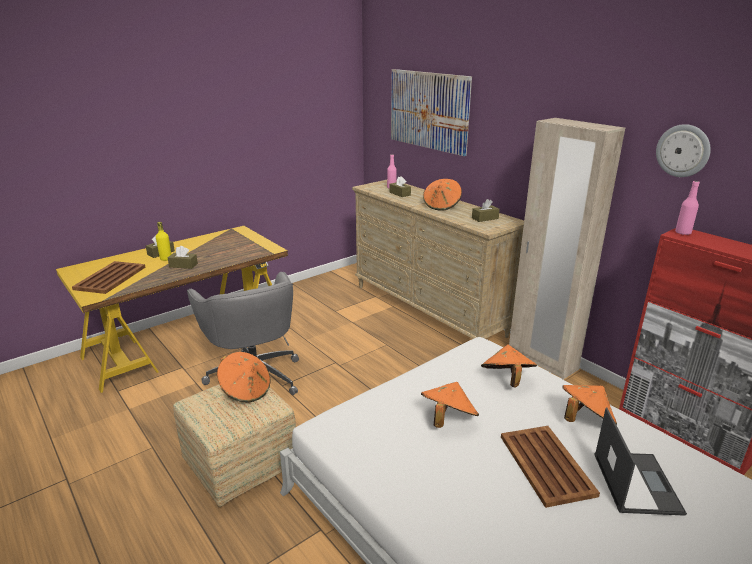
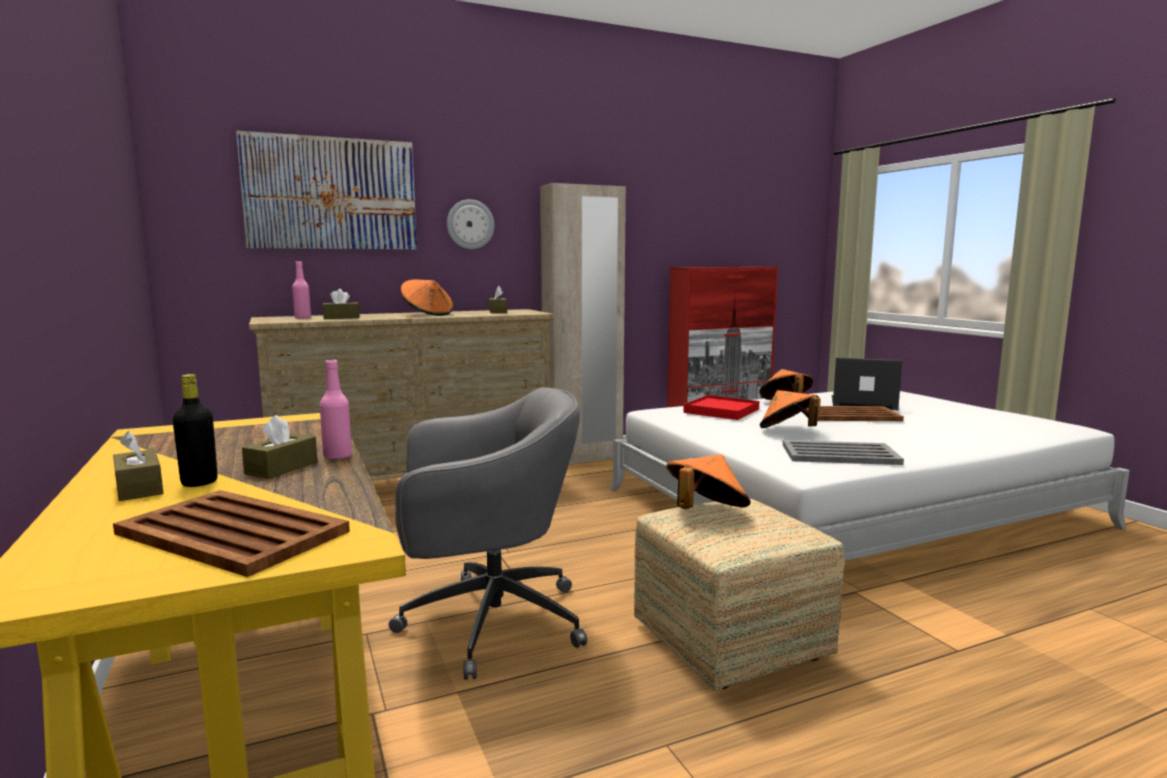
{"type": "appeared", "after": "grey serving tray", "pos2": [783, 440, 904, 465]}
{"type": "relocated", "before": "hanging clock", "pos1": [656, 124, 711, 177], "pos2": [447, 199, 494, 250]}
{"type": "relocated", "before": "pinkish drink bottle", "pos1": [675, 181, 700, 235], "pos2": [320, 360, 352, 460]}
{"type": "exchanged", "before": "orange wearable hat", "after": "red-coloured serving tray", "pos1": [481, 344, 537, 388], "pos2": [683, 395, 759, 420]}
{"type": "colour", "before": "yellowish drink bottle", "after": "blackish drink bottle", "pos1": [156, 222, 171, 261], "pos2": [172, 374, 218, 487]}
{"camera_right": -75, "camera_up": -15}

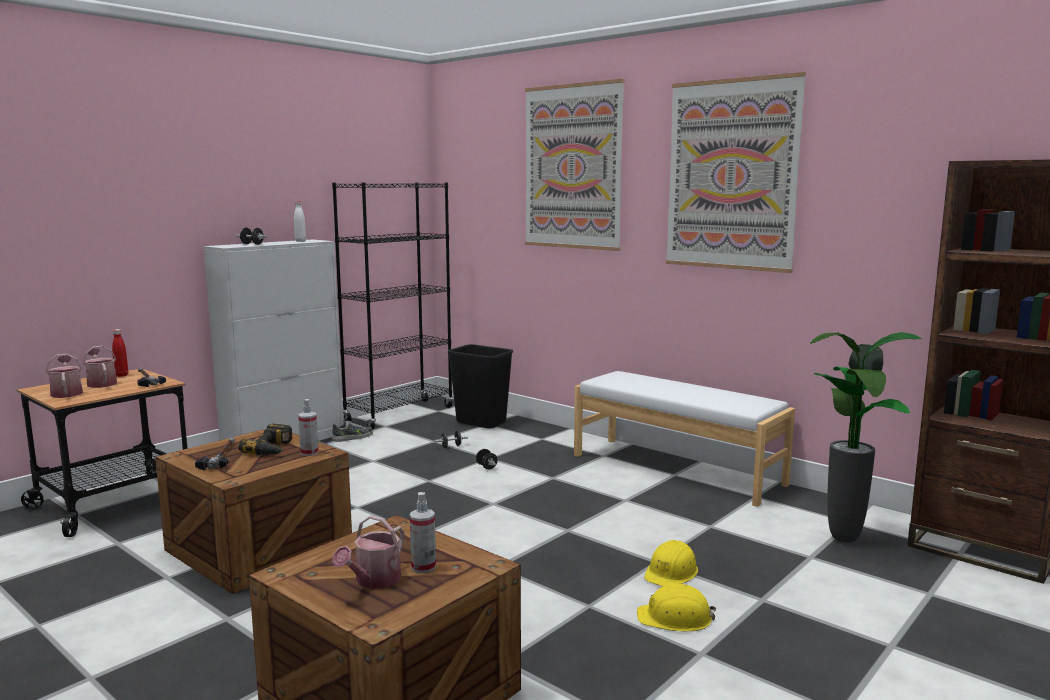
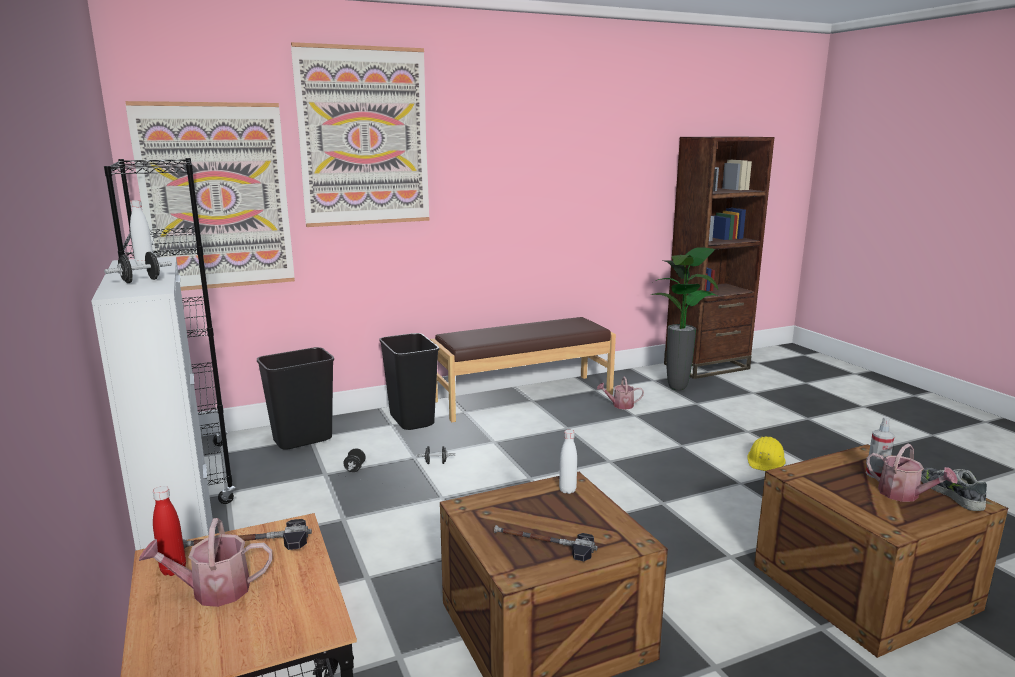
{"type": "missing", "before": "drill", "pos1": [239, 424, 293, 455]}
{"type": "missing", "before": "yellowish safety helmet", "pos1": [644, 540, 698, 587]}
{"type": "appeared", "after": "blackish rubbish bin", "pos2": [379, 333, 439, 430]}
{"type": "relocated", "before": "watering pot", "pos1": [46, 354, 83, 398], "pos2": [597, 377, 644, 410]}
{"type": "relocated", "before": "item of footwear", "pos1": [332, 421, 373, 442], "pos2": [921, 468, 987, 511]}
{"type": "relocated", "before": "wall art", "pos1": [666, 72, 806, 273], "pos2": [125, 101, 295, 291]}
{"type": "exchanged", "before": "hand sprayer", "after": "white-coloured drink bottle", "pos1": [298, 399, 319, 456], "pos2": [559, 430, 577, 494]}
{"type": "colour", "before": "white-coloured bench", "after": "brown bench", "pos1": [574, 371, 795, 507], "pos2": [430, 317, 616, 422]}
{"camera_right": -65, "camera_up": 5}

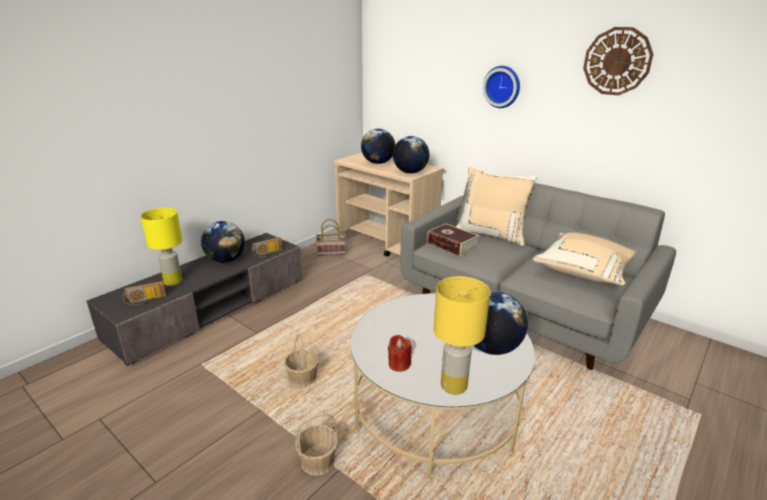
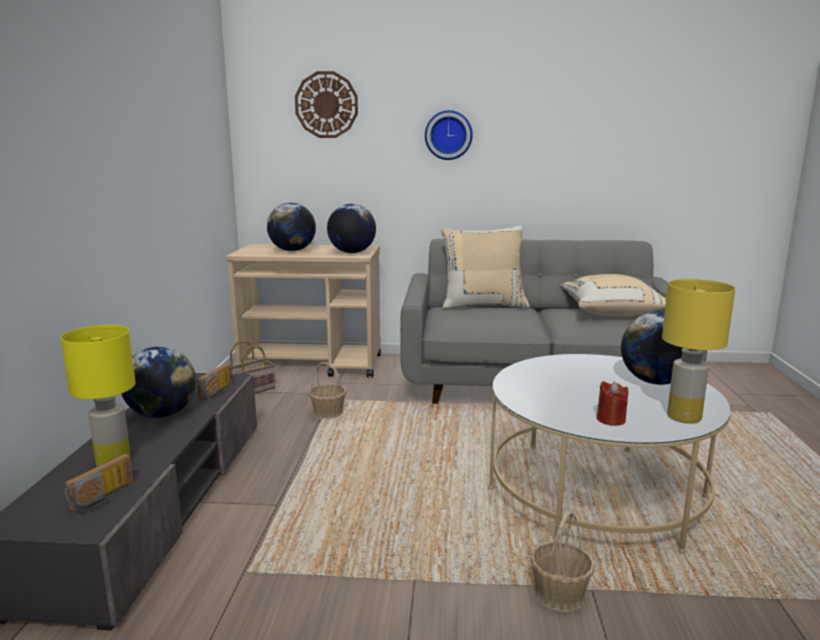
{"type": "missing", "before": "book", "pos1": [427, 223, 479, 256]}
{"type": "relocated", "before": "household basket", "pos1": [284, 334, 319, 387], "pos2": [309, 362, 346, 420]}
{"type": "relocated", "before": "hanging clock", "pos1": [583, 27, 653, 96], "pos2": [295, 71, 358, 138]}
{"camera_right": -35, "camera_up": -10}

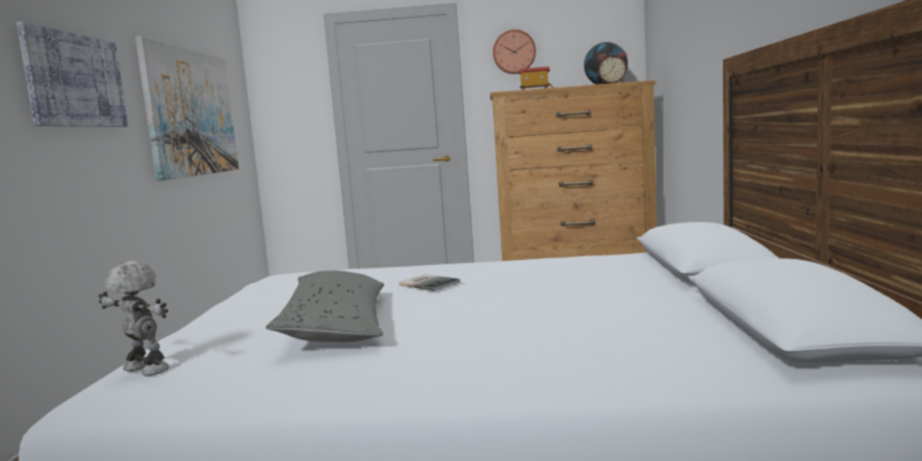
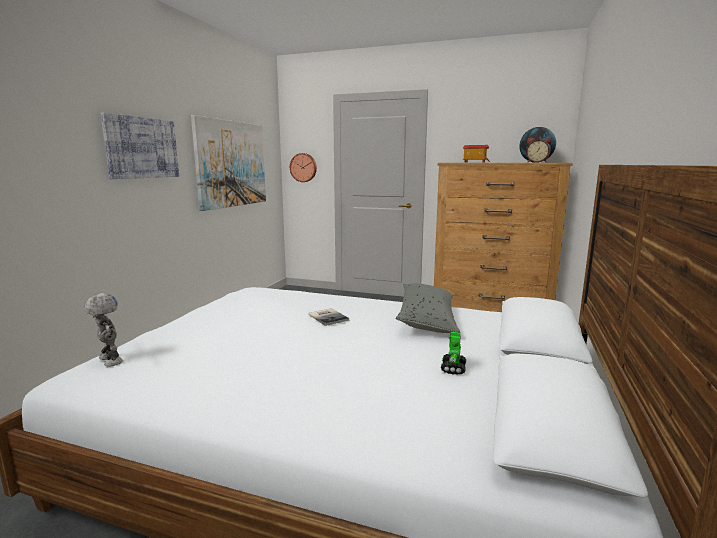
{"type": "appeared", "after": "model robot", "pos2": [441, 332, 466, 375]}
{"type": "relocated", "before": "grey pillow", "pos1": [266, 271, 384, 342], "pos2": [396, 283, 460, 333]}
{"type": "relocated", "before": "hanging clock", "pos1": [493, 29, 536, 74], "pos2": [290, 153, 317, 182]}
{"camera_right": 15, "camera_up": 5}

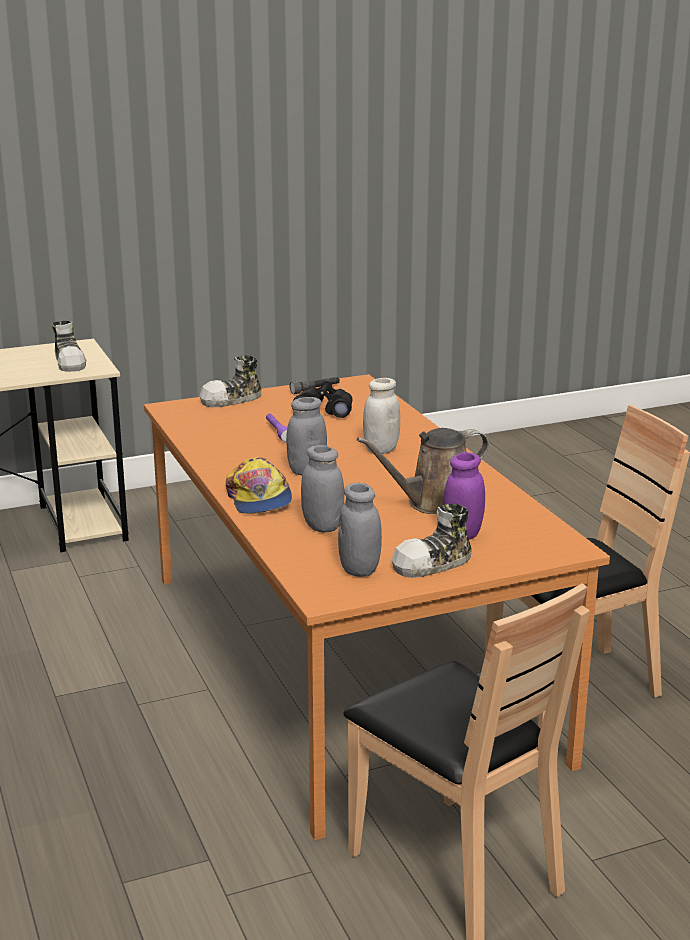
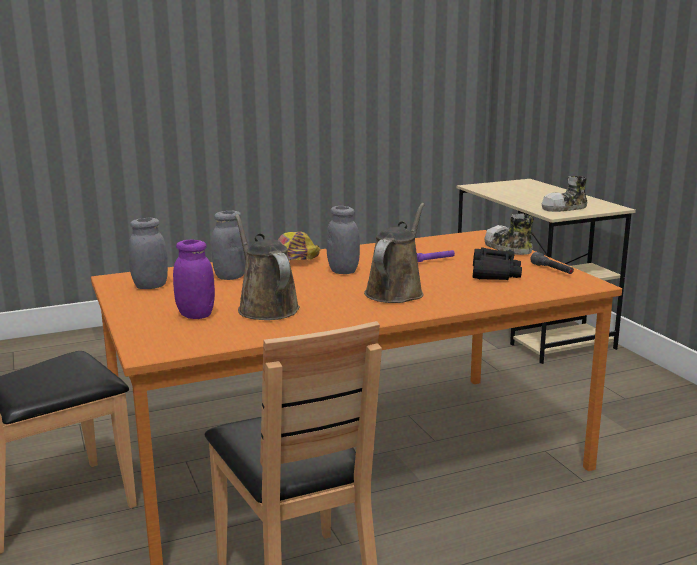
{"type": "missing", "before": "item of footwear", "pos1": [392, 504, 472, 578]}
{"type": "exchanged", "before": "white-coloured preserve jar", "after": "brown watering pot", "pos1": [363, 378, 400, 454], "pos2": [364, 203, 425, 303]}
{"camera_right": 90, "camera_up": -5}

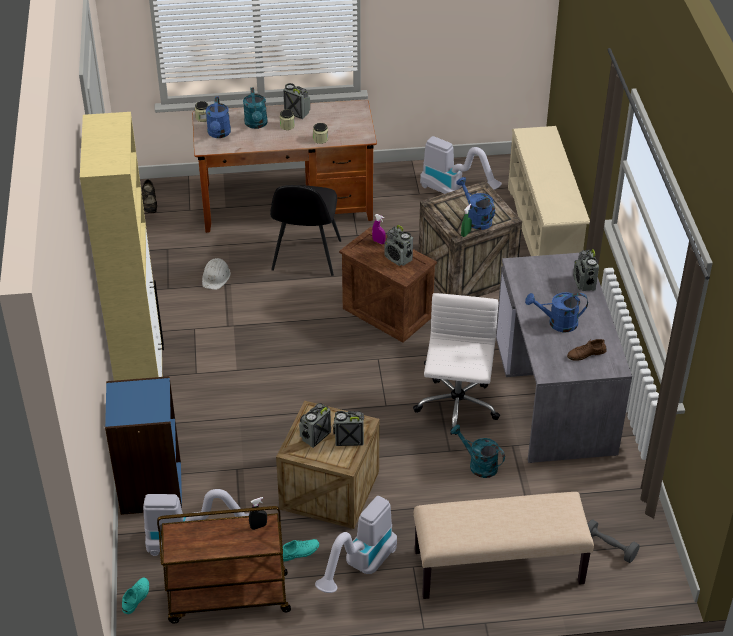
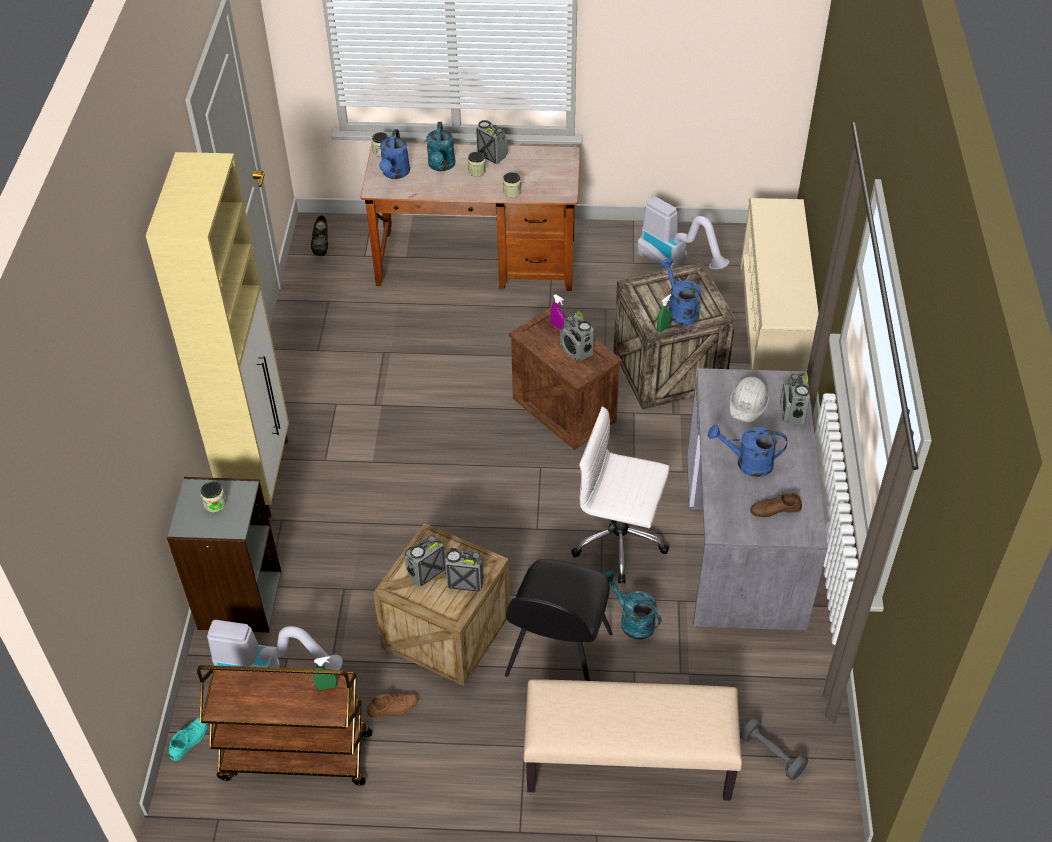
{"type": "missing", "before": "vacuum cleaner", "pos1": [315, 496, 397, 593]}
{"type": "appeared", "after": "preserve jar", "pos2": [201, 481, 226, 512]}
{"type": "relocated", "before": "white-coloured safety helmet", "pos1": [202, 258, 231, 290], "pos2": [730, 377, 769, 423]}
{"type": "relocated", "before": "blackish plain chair", "pos1": [270, 185, 341, 276], "pos2": [505, 559, 613, 681]}
{"type": "colour", "before": "bluish shelving unit", "after": "grey shelving unit", "pos1": [105, 376, 182, 515], "pos2": [167, 477, 281, 632]}
{"type": "colour", "before": "blackish hand sprayer", "after": "greenish hand sprayer", "pos1": [249, 497, 267, 530], "pos2": [313, 656, 338, 690]}
{"type": "colour", "before": "blue-green item of footwear", "after": "brown item of footwear", "pos1": [283, 539, 319, 561], "pos2": [367, 694, 418, 718]}
{"type": "spun", "before": "white-coloured desk chair", "pos1": [413, 293, 500, 435], "pos2": [571, 406, 670, 584], "turn": -90}
{"camera_right": 10, "camera_up": 5}

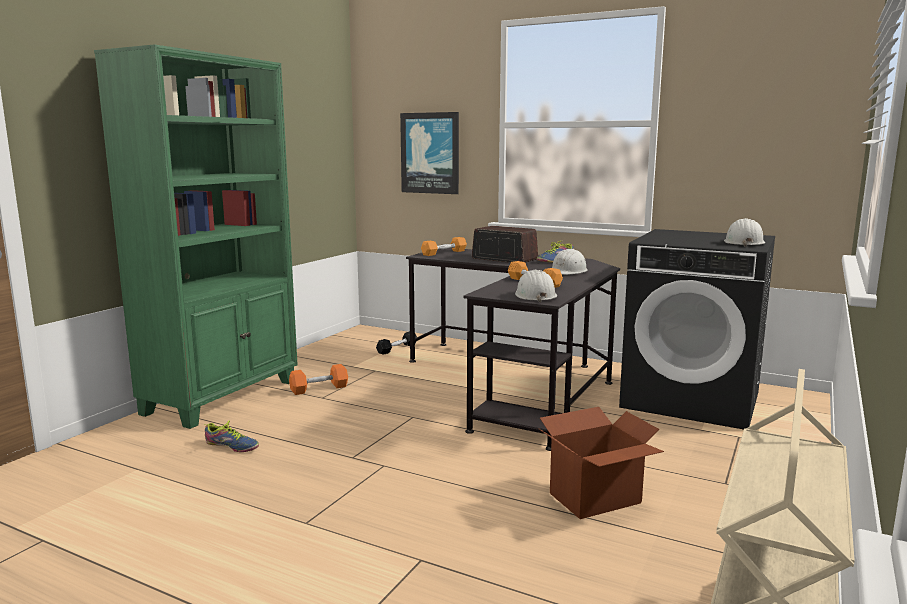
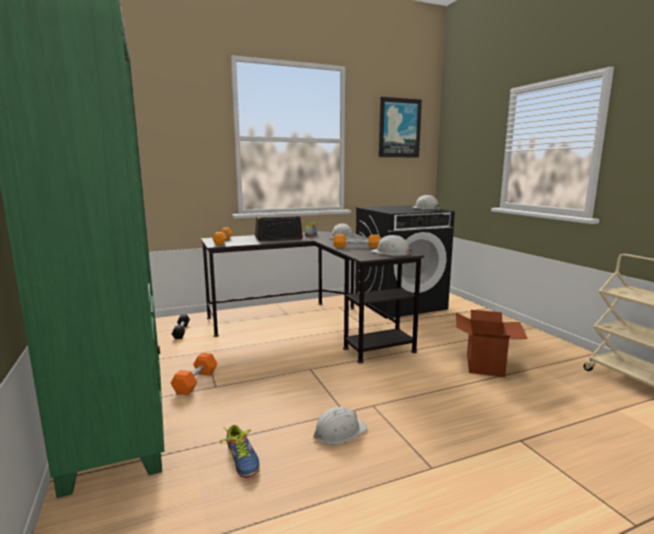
{"type": "appeared", "after": "white-coloured safety helmet", "pos2": [313, 407, 367, 445]}
{"type": "relocated", "before": "wall art", "pos1": [400, 112, 459, 194], "pos2": [379, 97, 422, 158]}
{"type": "spun", "before": "item of footwear", "pos1": [205, 420, 259, 452], "pos2": [220, 425, 260, 478], "turn": 90}
{"camera_right": -50, "camera_up": 0}

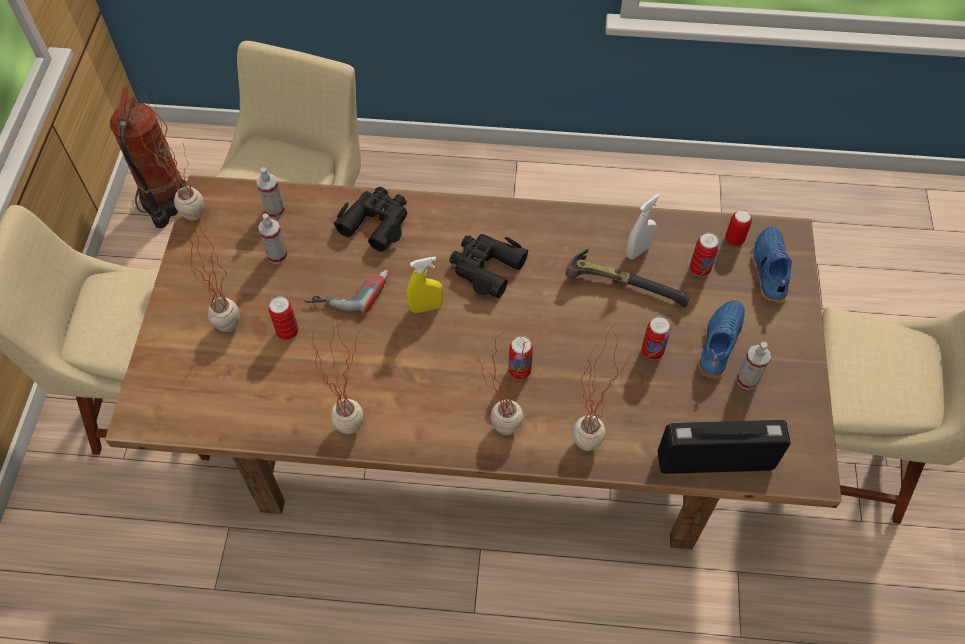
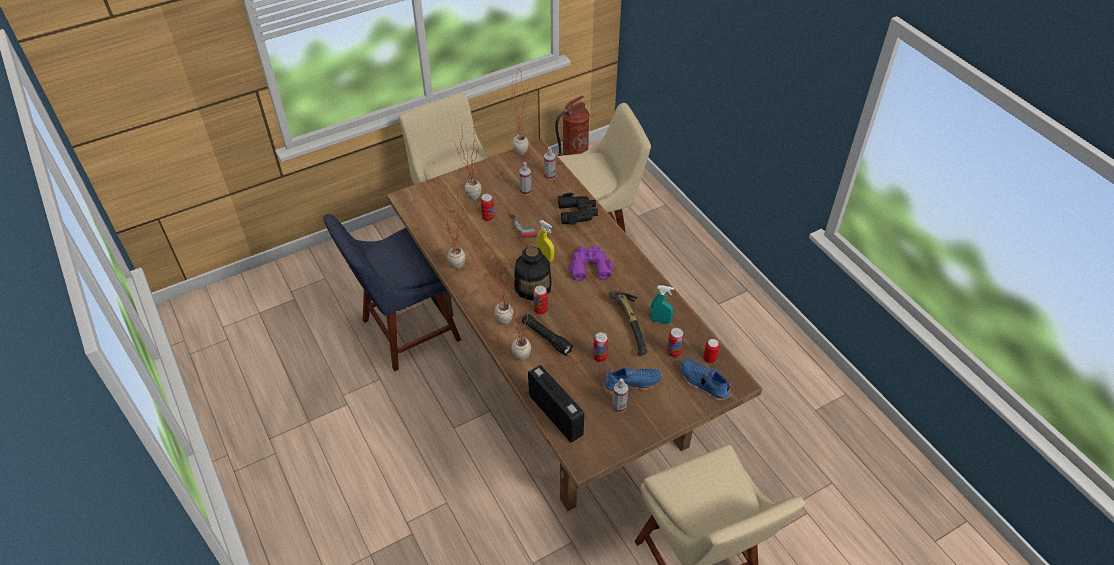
{"type": "appeared", "after": "bluish plain chair", "pos2": [323, 214, 461, 372]}
{"type": "appeared", "after": "drink bottle", "pos2": [514, 247, 552, 300]}
{"type": "appeared", "after": "blackish flashlight", "pos2": [522, 314, 573, 356]}
{"type": "colour", "before": "blackish binoculars", "after": "purple-coloured binoculars", "pos1": [449, 234, 529, 298], "pos2": [568, 245, 613, 281]}
{"type": "colour", "before": "white-coloured hand sprayer", "after": "blue-green hand sprayer", "pos1": [626, 194, 660, 259], "pos2": [650, 285, 674, 324]}
{"type": "spun", "before": "bluish item of footwear", "pos1": [752, 226, 792, 304], "pos2": [681, 359, 731, 401], "turn": -105}
{"camera_right": 55, "camera_up": -10}

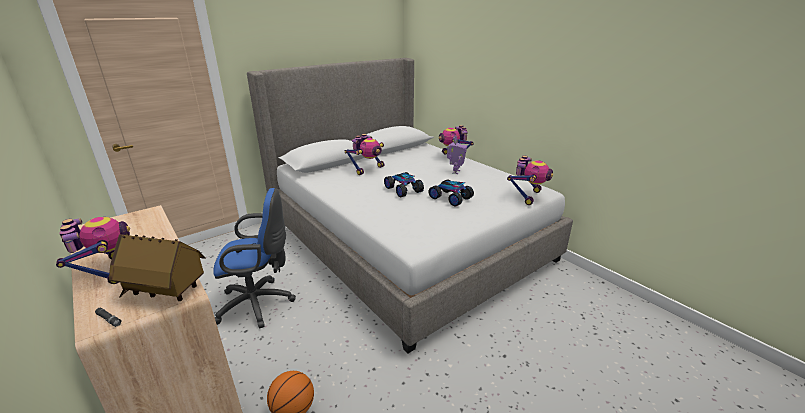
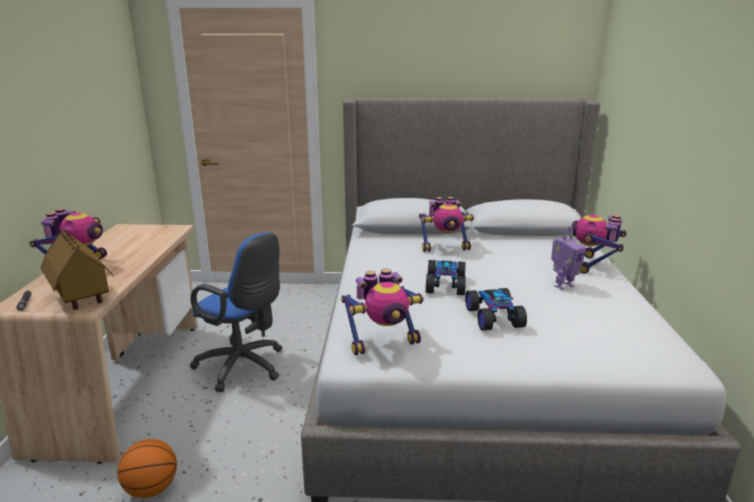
{"type": "relocated", "before": "model robot", "pos1": [507, 155, 553, 205], "pos2": [341, 269, 424, 355]}
{"camera_right": 40, "camera_up": -5}

